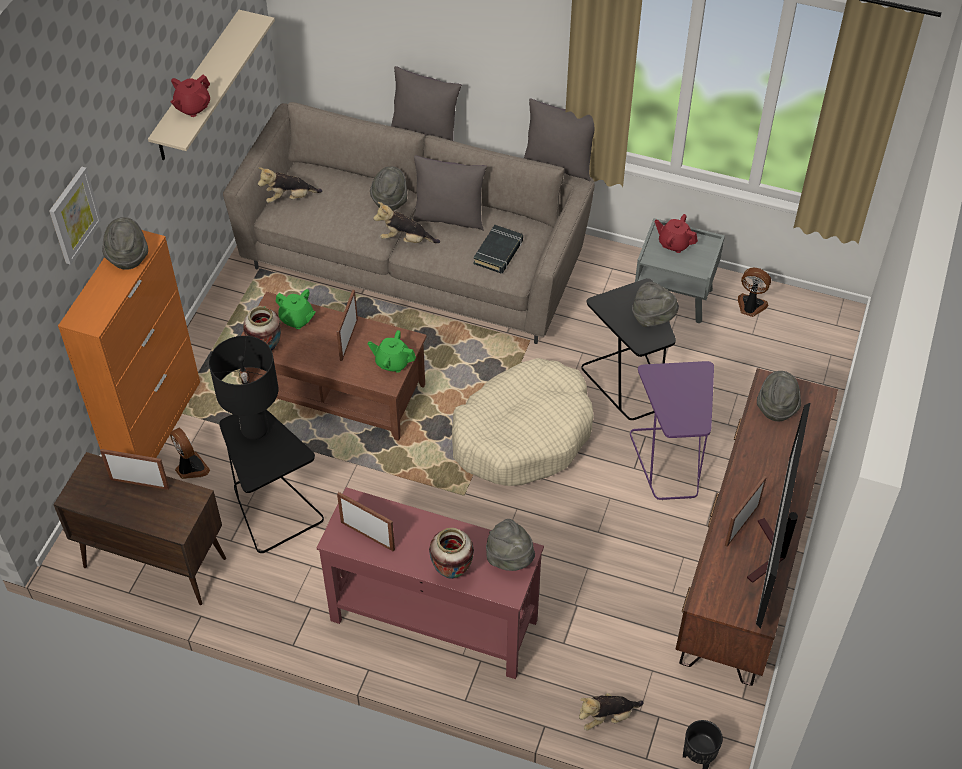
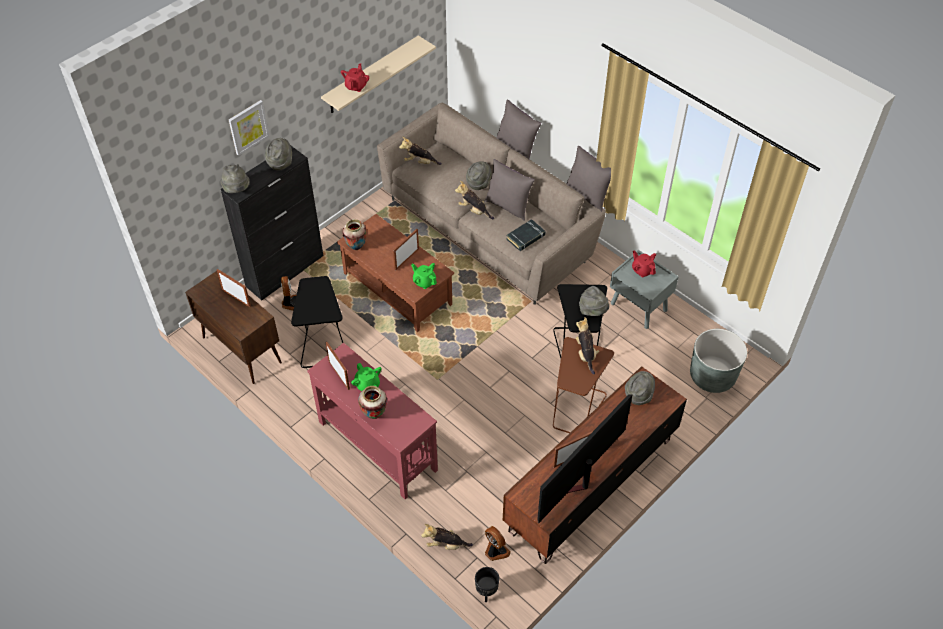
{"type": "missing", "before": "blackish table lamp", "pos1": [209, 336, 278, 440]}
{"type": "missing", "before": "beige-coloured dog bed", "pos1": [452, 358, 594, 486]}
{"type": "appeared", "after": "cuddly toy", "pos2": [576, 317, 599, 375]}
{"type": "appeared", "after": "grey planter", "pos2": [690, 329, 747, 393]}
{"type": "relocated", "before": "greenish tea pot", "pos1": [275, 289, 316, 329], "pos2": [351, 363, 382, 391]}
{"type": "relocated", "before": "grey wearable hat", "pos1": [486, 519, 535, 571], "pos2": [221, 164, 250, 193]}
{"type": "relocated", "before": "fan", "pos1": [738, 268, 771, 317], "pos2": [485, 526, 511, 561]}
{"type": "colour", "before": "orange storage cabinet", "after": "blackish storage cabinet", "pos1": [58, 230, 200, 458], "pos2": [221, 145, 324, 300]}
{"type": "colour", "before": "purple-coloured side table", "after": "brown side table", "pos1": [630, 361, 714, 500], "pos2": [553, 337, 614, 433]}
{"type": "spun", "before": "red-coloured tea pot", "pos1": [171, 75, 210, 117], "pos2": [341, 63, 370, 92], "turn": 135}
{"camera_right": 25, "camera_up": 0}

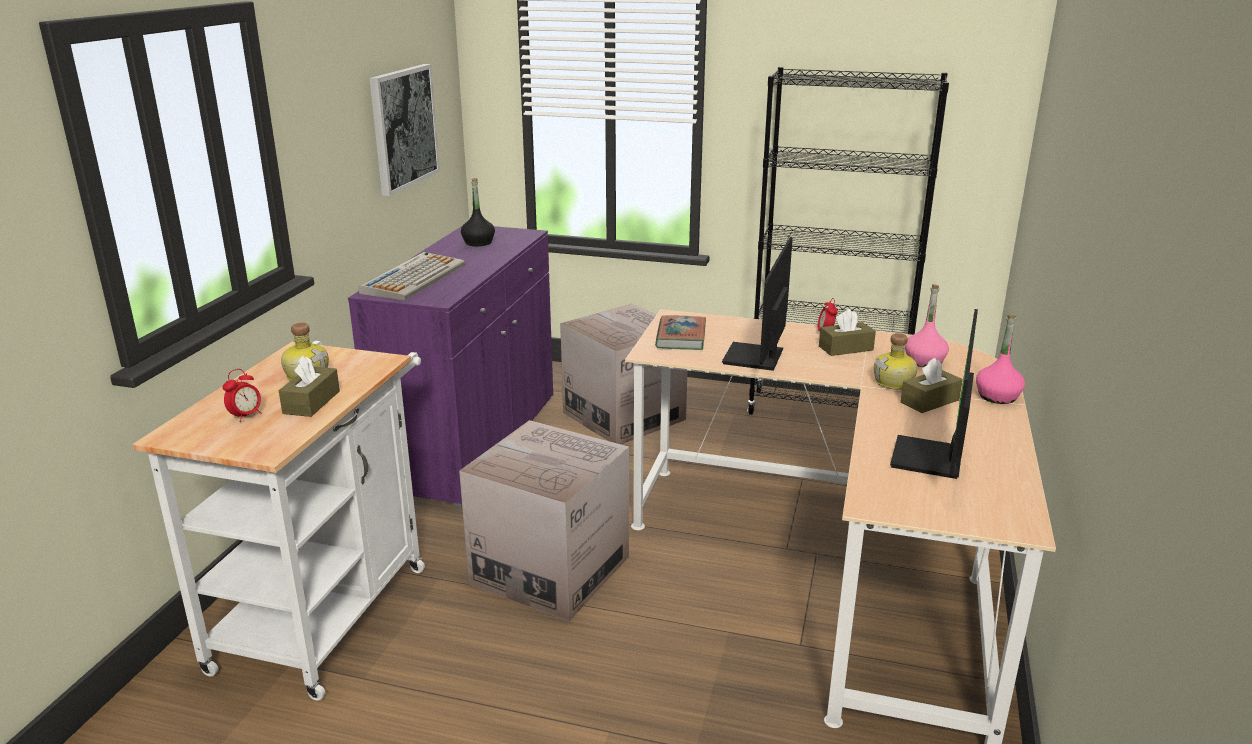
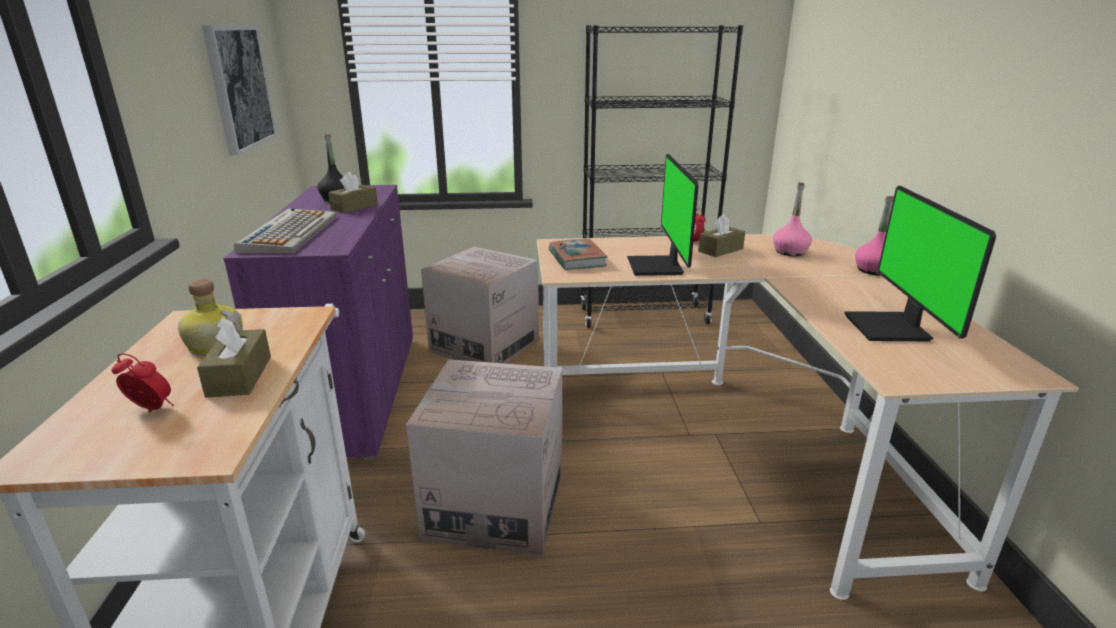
{"type": "missing", "before": "drink bottle", "pos1": [874, 333, 918, 390]}
{"type": "relocated", "before": "brown tissue box", "pos1": [900, 358, 963, 413], "pos2": [328, 172, 378, 213]}
{"type": "spun", "before": "alarm clock", "pos1": [223, 369, 261, 422], "pos2": [111, 353, 174, 412], "turn": -90}
{"camera_right": -20, "camera_up": 0}

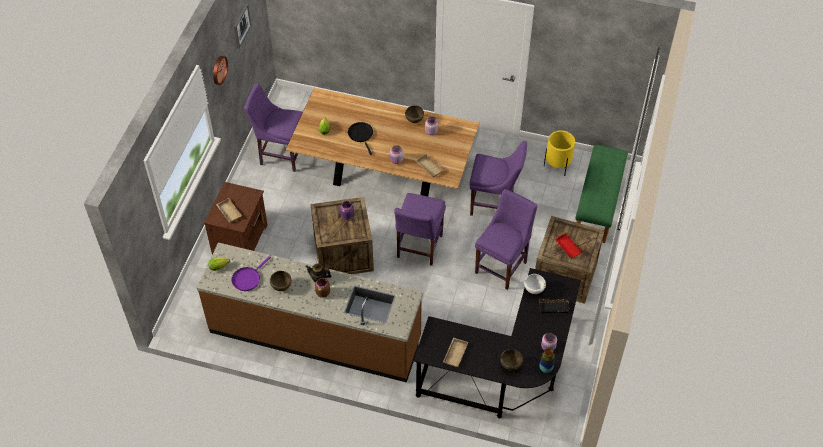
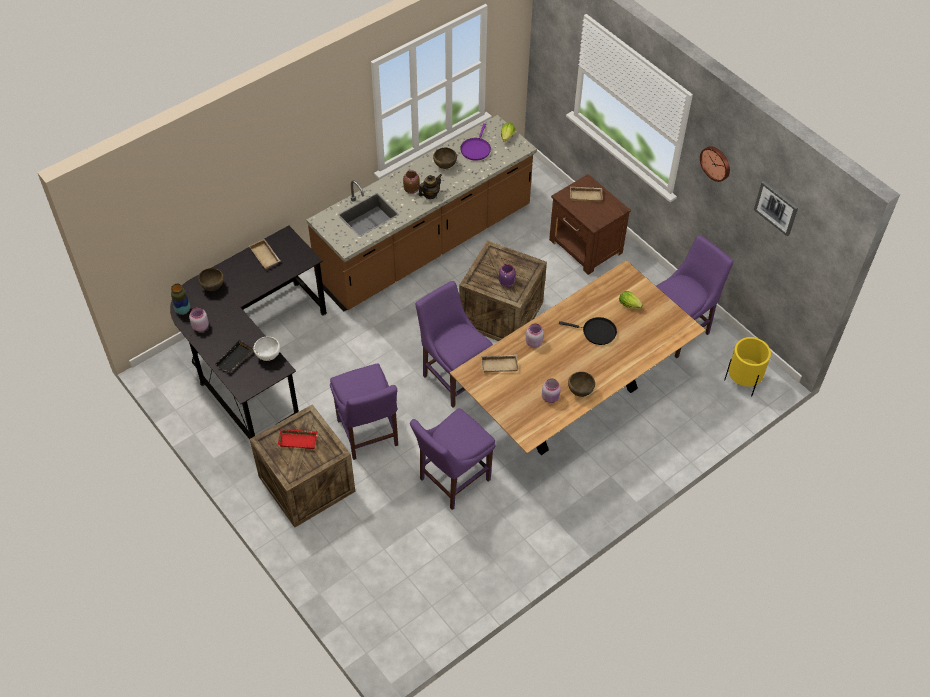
{"type": "missing", "before": "greenish bench", "pos1": [575, 144, 628, 243]}
{"type": "relocated", "before": "yellowish planter", "pos1": [544, 130, 575, 176], "pos2": [724, 337, 771, 397]}
{"type": "spun", "before": "purple-coloured skillet", "pos1": [232, 256, 271, 291], "pos2": [460, 123, 491, 161], "turn": -150}
{"camera_right": 125, "camera_up": 0}

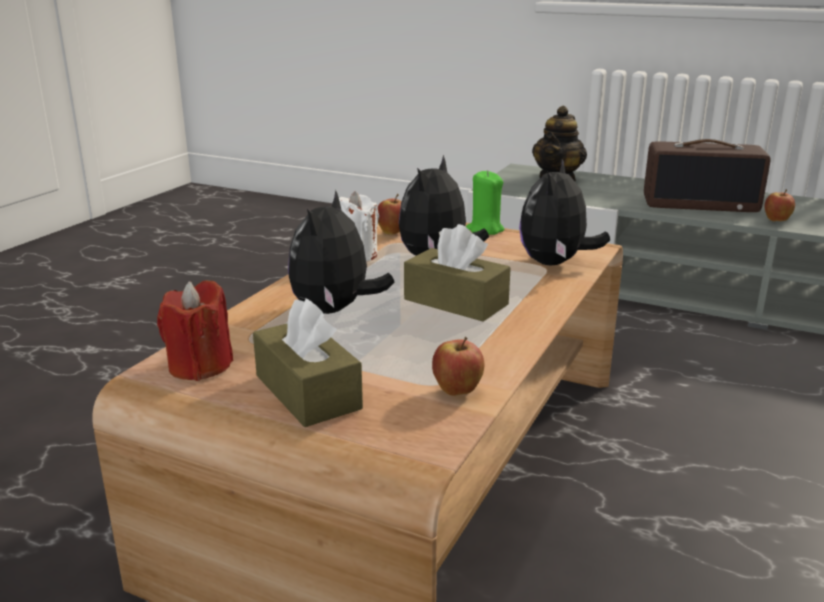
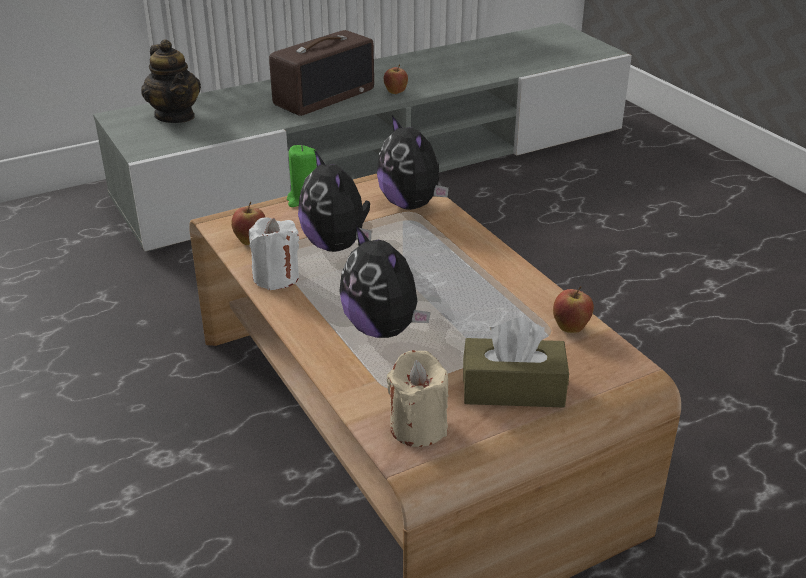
{"type": "missing", "before": "brown tissue box", "pos1": [404, 224, 511, 322]}
{"type": "colour", "before": "red-coloured wax light", "after": "beige-coloured wax light", "pos1": [157, 280, 233, 381], "pos2": [387, 350, 449, 447]}
{"camera_right": -55, "camera_up": 10}

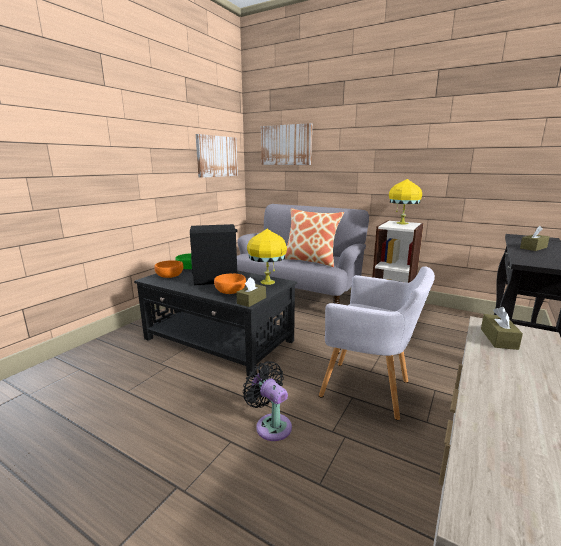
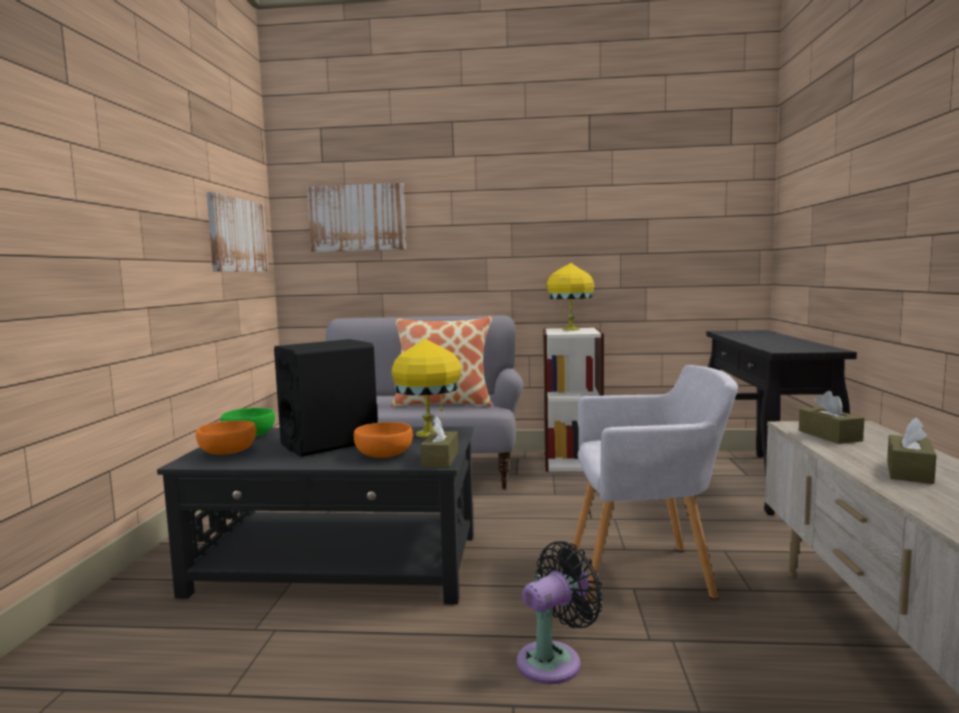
{"type": "relocated", "before": "brown tissue box", "pos1": [520, 226, 550, 251], "pos2": [887, 417, 936, 484]}
{"type": "spun", "before": "blackish fan", "pos1": [243, 361, 292, 441], "pos2": [517, 541, 604, 684], "turn": 120}
{"camera_right": -25, "camera_up": -10}

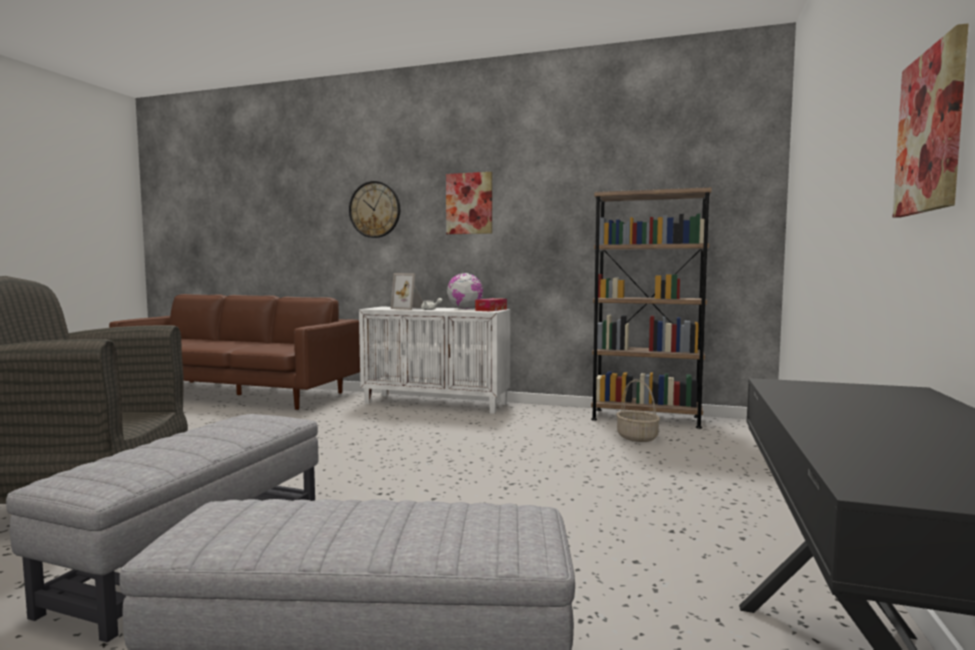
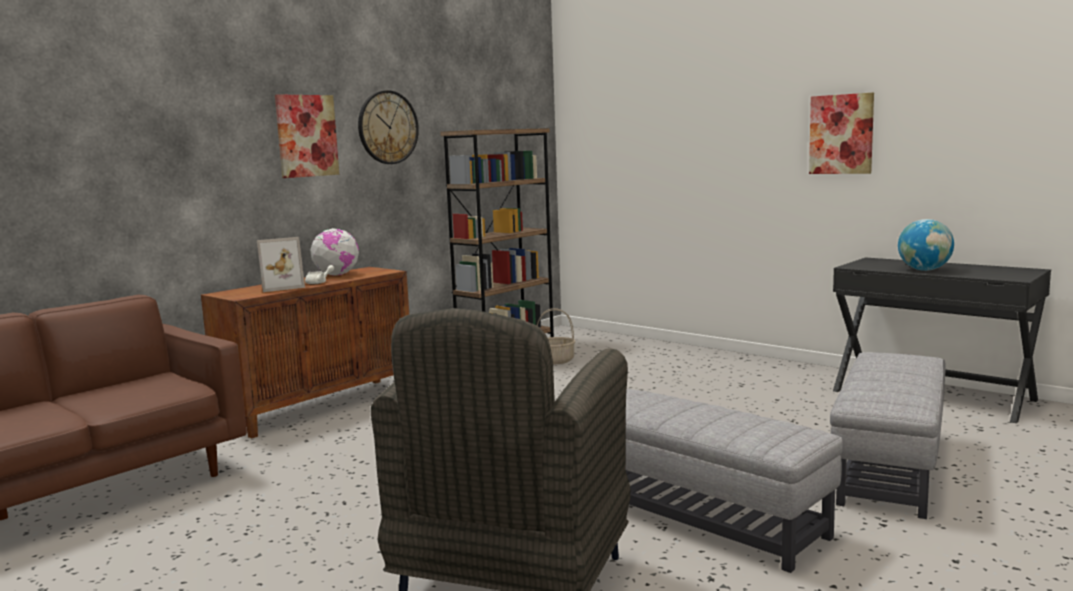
{"type": "missing", "before": "tissue box", "pos1": [475, 298, 507, 311]}
{"type": "appeared", "after": "desk globe", "pos2": [898, 219, 954, 271]}
{"type": "relocated", "before": "hanging clock", "pos1": [349, 181, 400, 238], "pos2": [358, 90, 419, 164]}
{"type": "colour", "before": "white-coloured storage cabinet", "after": "brown storage cabinet", "pos1": [359, 307, 510, 414], "pos2": [201, 267, 409, 439]}
{"camera_right": -65, "camera_up": 5}

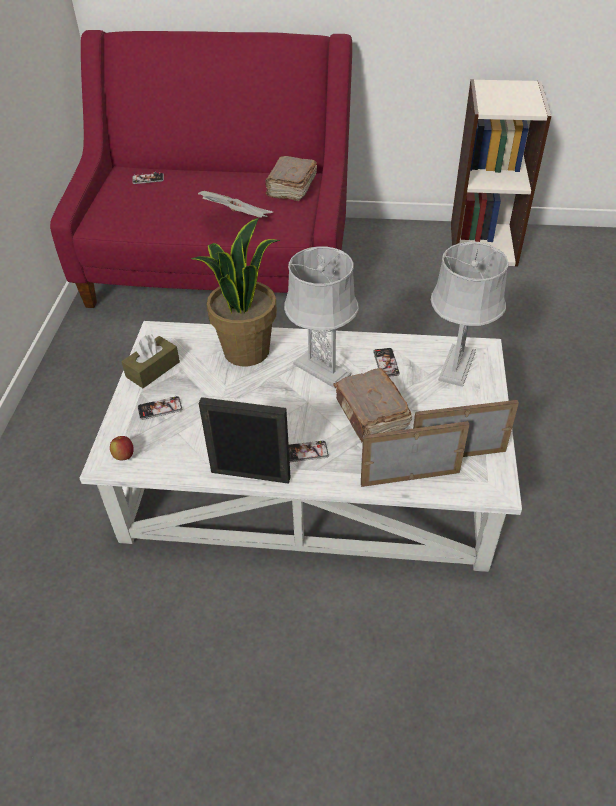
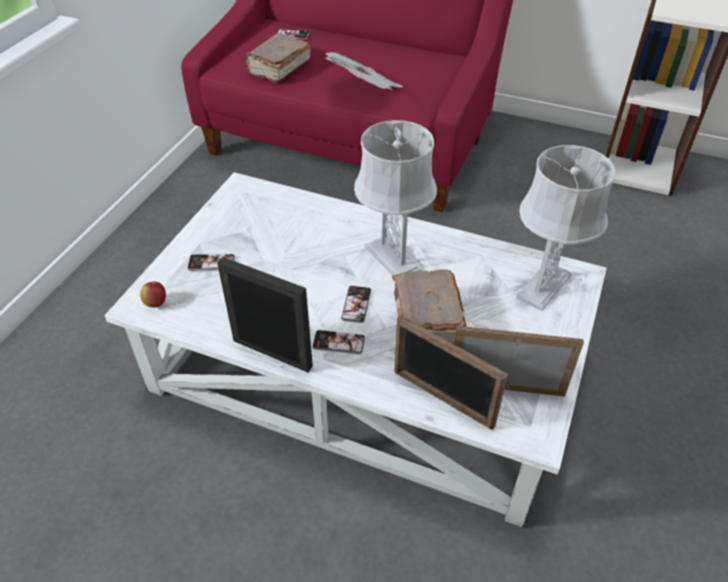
{"type": "missing", "before": "brown tissue box", "pos1": [122, 334, 180, 388]}
{"type": "missing", "before": "houseplant", "pos1": [191, 218, 280, 366]}
{"type": "relocated", "before": "brown book", "pos1": [265, 156, 317, 201], "pos2": [246, 34, 311, 83]}
{"type": "relocated", "before": "phone", "pos1": [373, 348, 400, 377], "pos2": [341, 286, 371, 323]}
{"type": "spun", "before": "picture frame", "pos1": [361, 421, 470, 487], "pos2": [394, 315, 508, 430], "turn": -150}
{"camera_right": 15, "camera_up": 0}

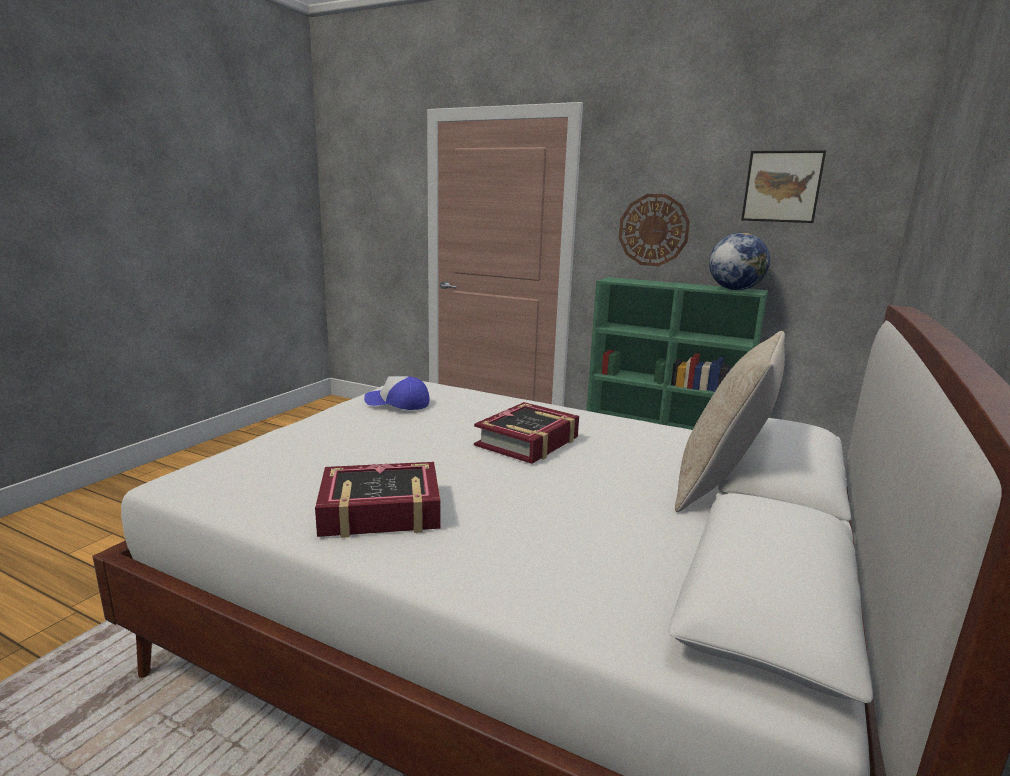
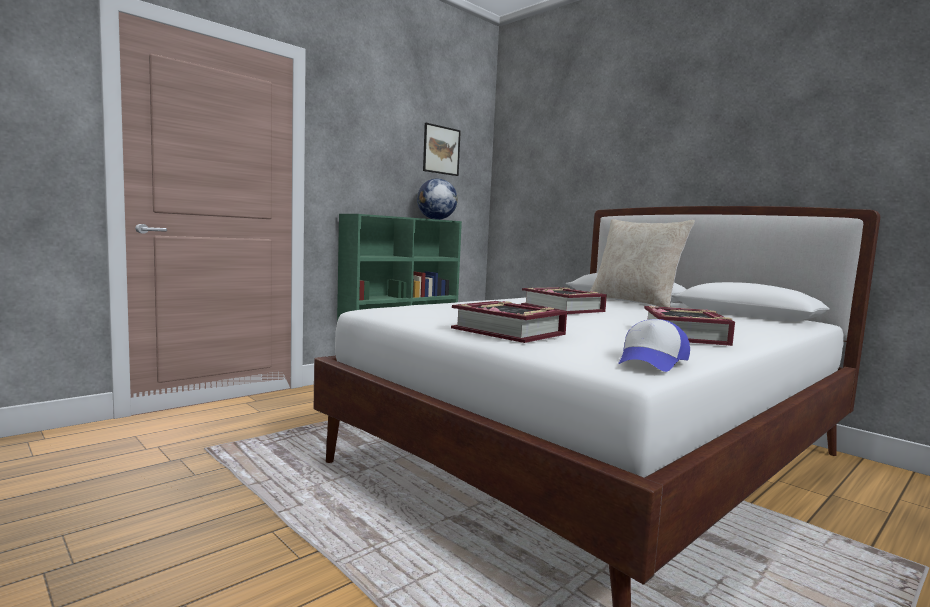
{"type": "missing", "before": "hanging clock", "pos1": [619, 194, 690, 266]}
{"type": "appeared", "after": "book", "pos2": [451, 301, 567, 343]}
{"type": "relocated", "before": "peaked cap", "pos1": [364, 376, 430, 410], "pos2": [618, 319, 690, 372]}
{"camera_right": -70, "camera_up": -10}

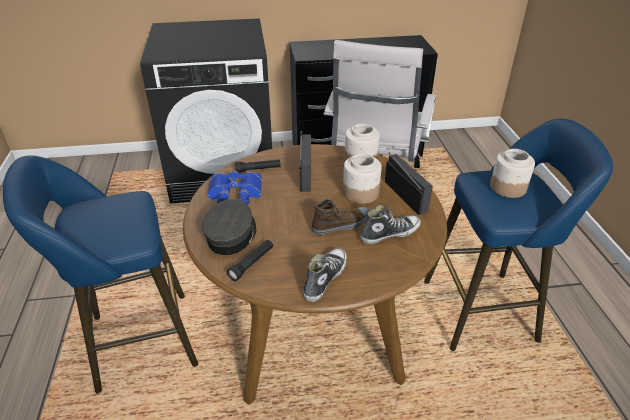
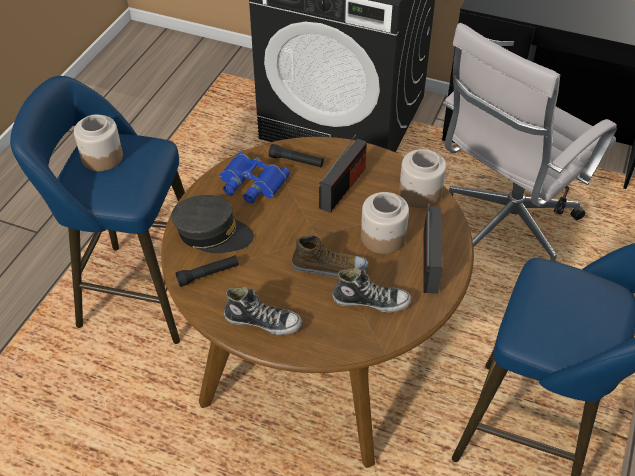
{"type": "relocated", "before": "preserve jar", "pos1": [490, 149, 535, 198], "pos2": [74, 115, 123, 171]}
{"type": "spun", "before": "grey peaked cap", "pos1": [202, 199, 256, 255], "pos2": [171, 195, 254, 253], "turn": 60}
{"type": "spun", "before": "item of footwear", "pos1": [303, 248, 347, 302], "pos2": [224, 287, 303, 335], "turn": 45}
{"camera_right": 30, "camera_up": 10}

